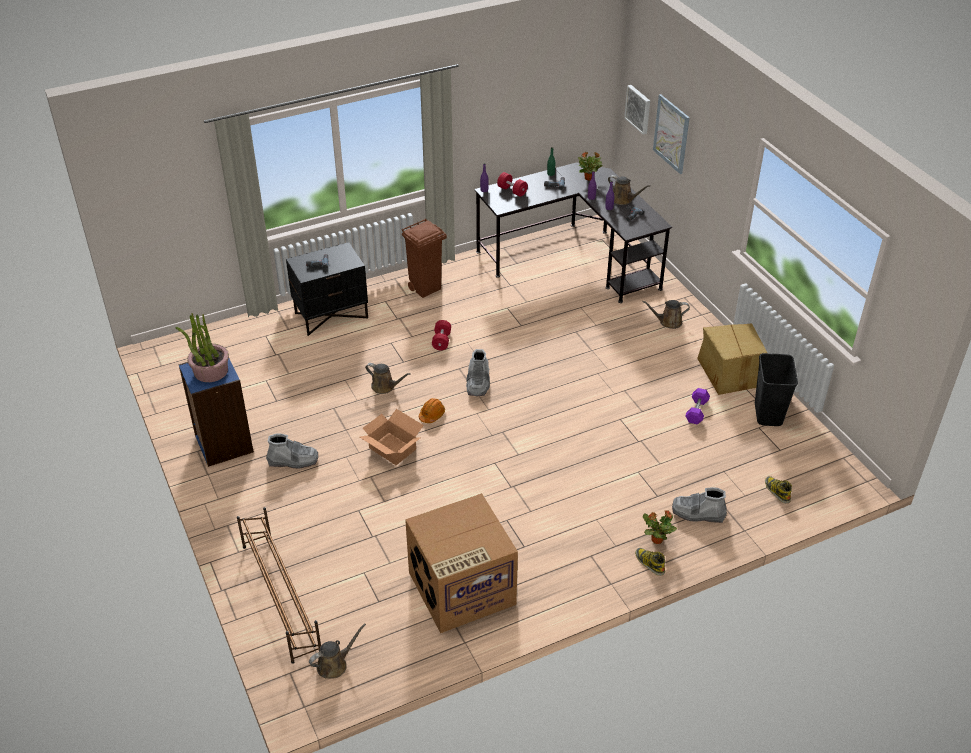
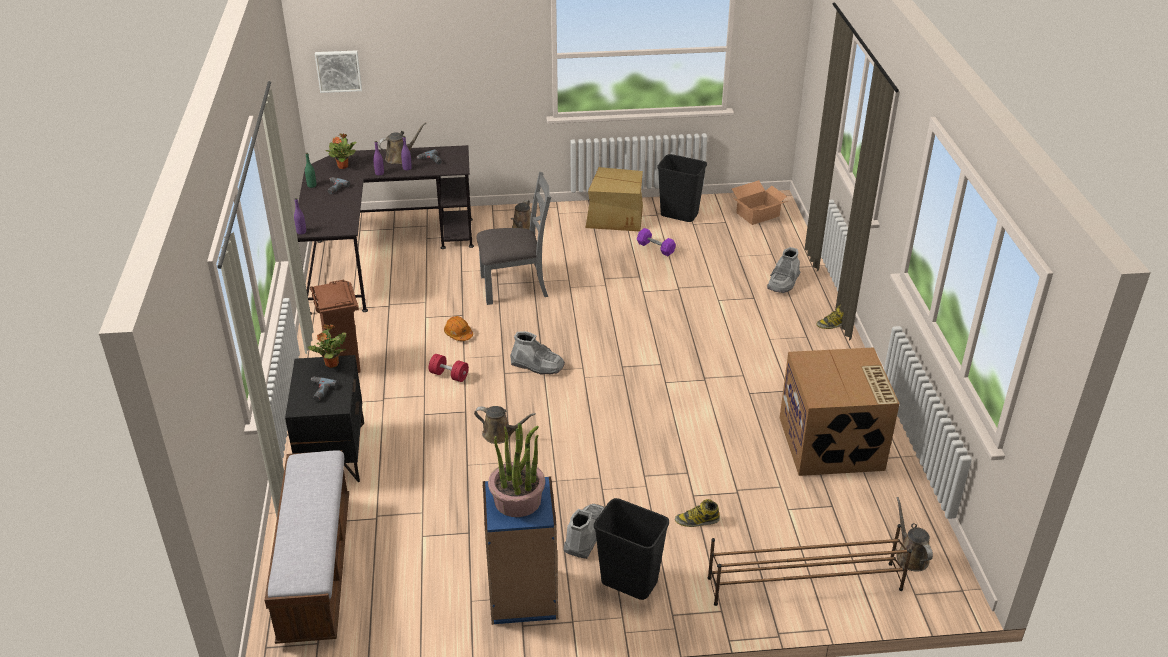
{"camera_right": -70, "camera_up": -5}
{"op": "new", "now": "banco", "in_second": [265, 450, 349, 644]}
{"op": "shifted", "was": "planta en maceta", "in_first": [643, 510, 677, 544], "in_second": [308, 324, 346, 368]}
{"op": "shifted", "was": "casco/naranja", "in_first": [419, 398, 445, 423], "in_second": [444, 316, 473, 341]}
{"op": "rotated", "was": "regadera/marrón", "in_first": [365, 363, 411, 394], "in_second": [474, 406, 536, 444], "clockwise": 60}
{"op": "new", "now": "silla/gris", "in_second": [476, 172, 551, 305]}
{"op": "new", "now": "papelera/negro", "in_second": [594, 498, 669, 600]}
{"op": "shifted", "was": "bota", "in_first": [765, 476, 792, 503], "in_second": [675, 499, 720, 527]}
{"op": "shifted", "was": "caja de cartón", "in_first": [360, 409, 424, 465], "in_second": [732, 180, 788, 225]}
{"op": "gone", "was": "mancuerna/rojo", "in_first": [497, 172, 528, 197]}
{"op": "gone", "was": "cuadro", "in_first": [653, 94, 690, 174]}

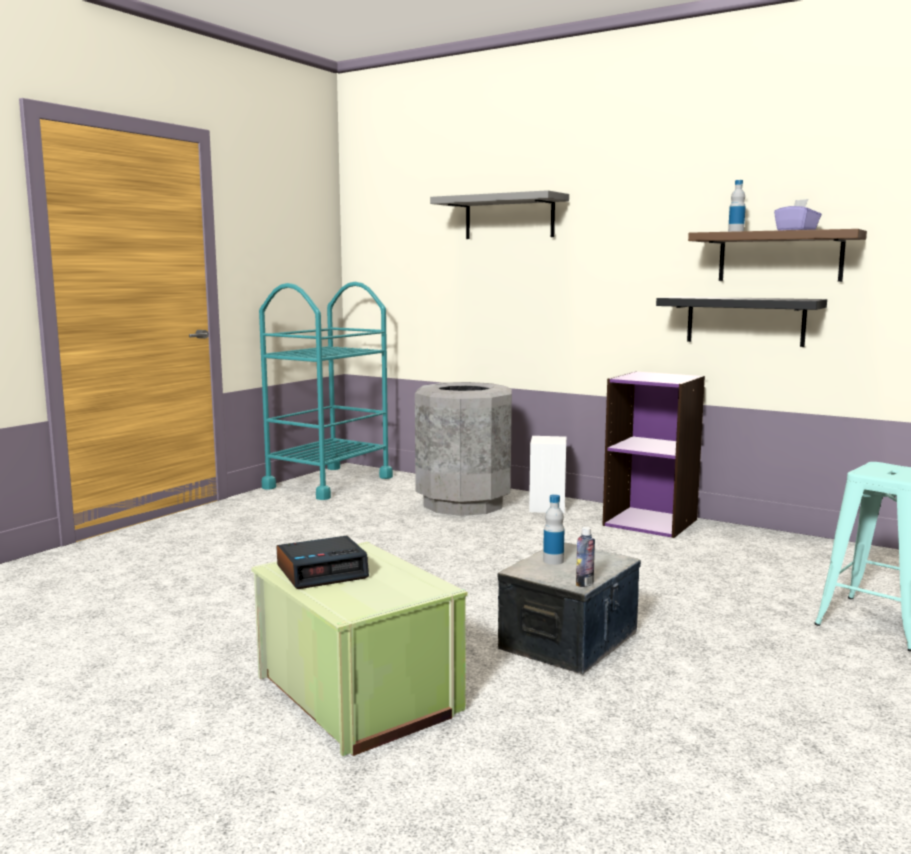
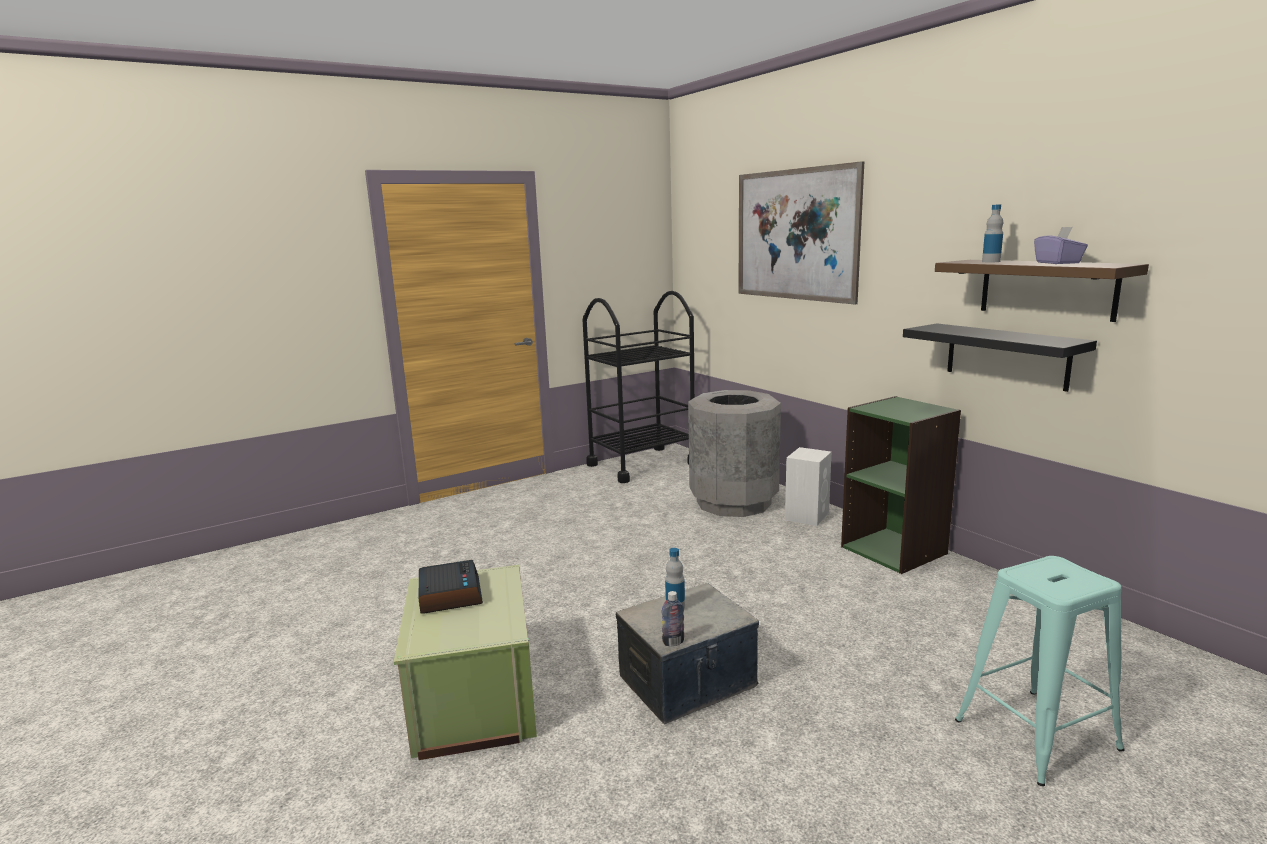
{"camera_right": 25, "camera_up": 5}
{"op": "rotated", "was": "despertador", "in_first": [277, 536, 369, 589], "in_second": [418, 560, 483, 614], "clockwise": -105}
{"op": "repainted", "was": "carrito/turquesa", "now": "carrito/negro", "in_first": [259, 282, 393, 500], "in_second": [582, 291, 695, 483]}
{"op": "swapped", "was": "estante/gris", "now": "cuadro", "in_first": [430, 190, 569, 239], "in_second": [738, 161, 864, 304]}
{"op": "repainted", "was": "estantería/morado", "now": "estantería/verde", "in_first": [602, 371, 705, 538], "in_second": [841, 396, 961, 574]}

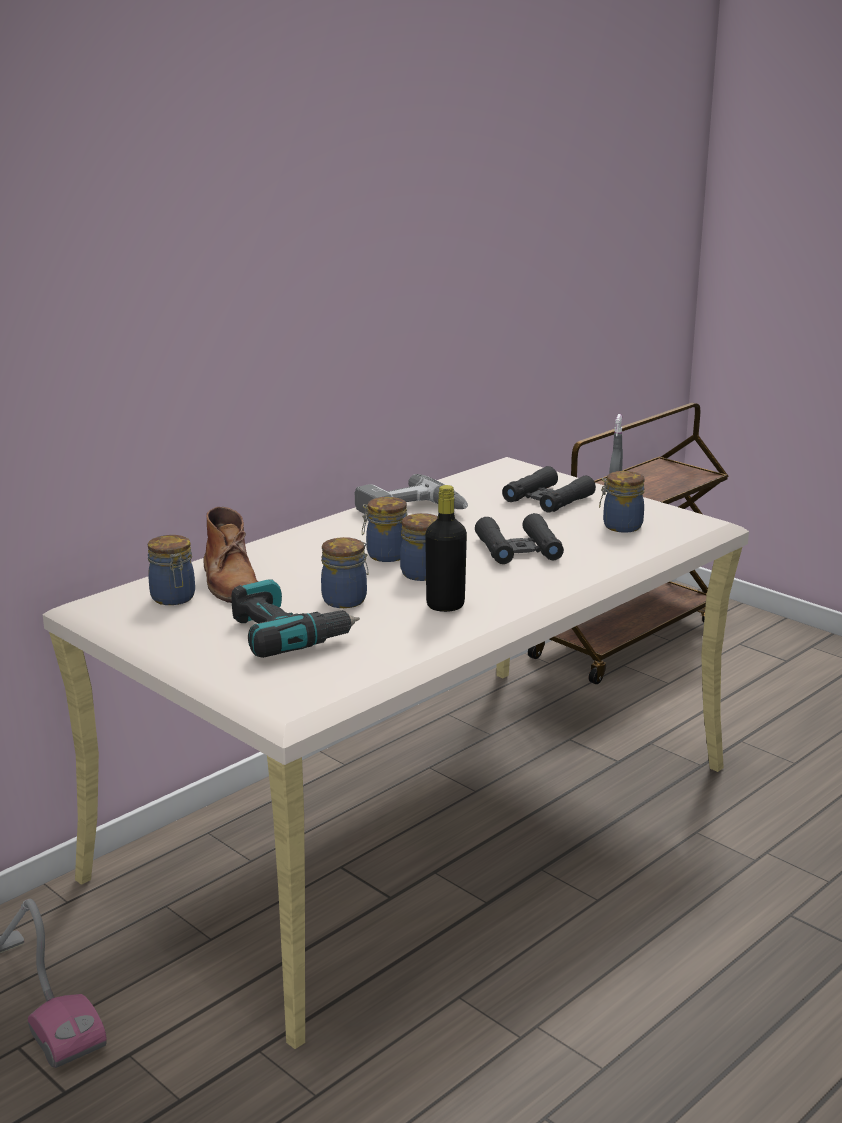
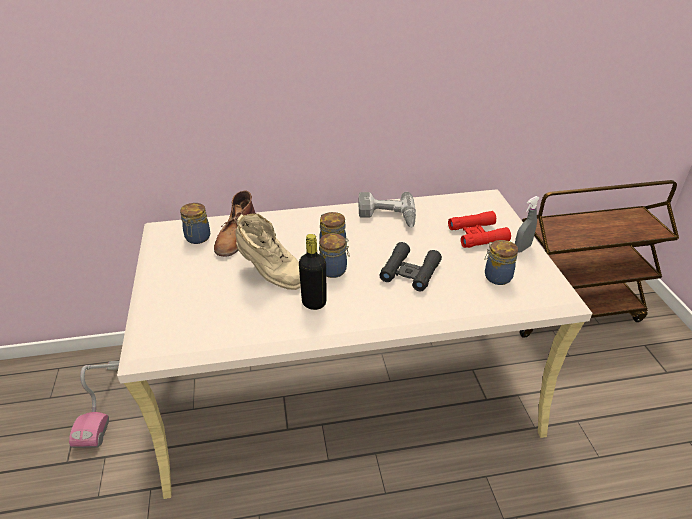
{"camera_right": 35, "camera_up": 15}
{"op": "swapped", "was": "tarro", "now": "bota/beis", "in_first": [321, 537, 368, 608], "in_second": [235, 213, 301, 290]}
{"op": "repainted", "was": "prismáticos/negro", "now": "prismáticos/rojo", "in_first": [502, 466, 596, 513], "in_second": [448, 211, 511, 248]}
{"op": "gone", "was": "taladro", "in_first": [232, 579, 360, 658]}

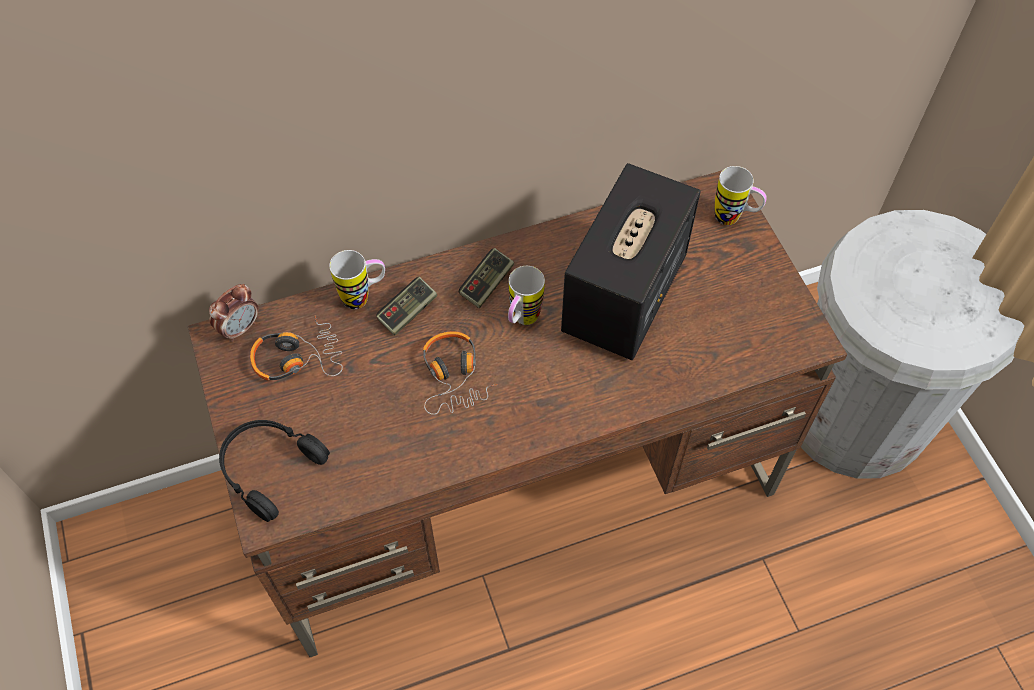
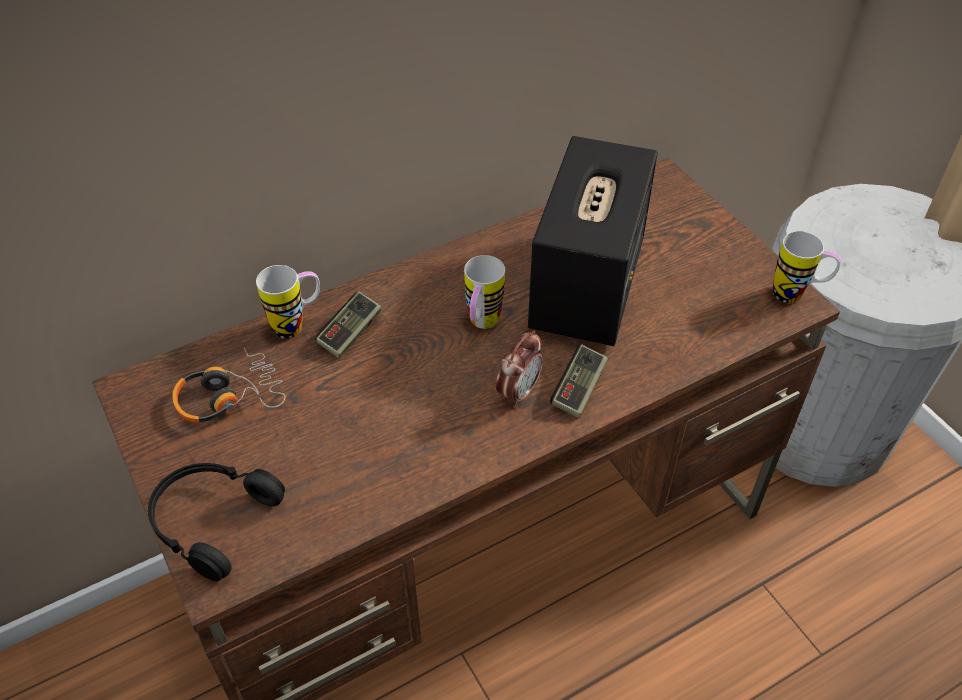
{"camera_right": -10, "camera_up": -10}
{"op": "shifted", "was": "despertador", "in_first": [209, 284, 258, 342], "in_second": [496, 331, 543, 407]}
{"op": "shifted", "was": "mando de consola", "in_first": [459, 248, 514, 308], "in_second": [550, 344, 608, 418]}
{"op": "shifted", "was": "taza grande", "in_first": [715, 166, 767, 225], "in_second": [773, 231, 841, 303]}
{"op": "gone", "was": "auriculares", "in_first": [423, 331, 498, 415]}

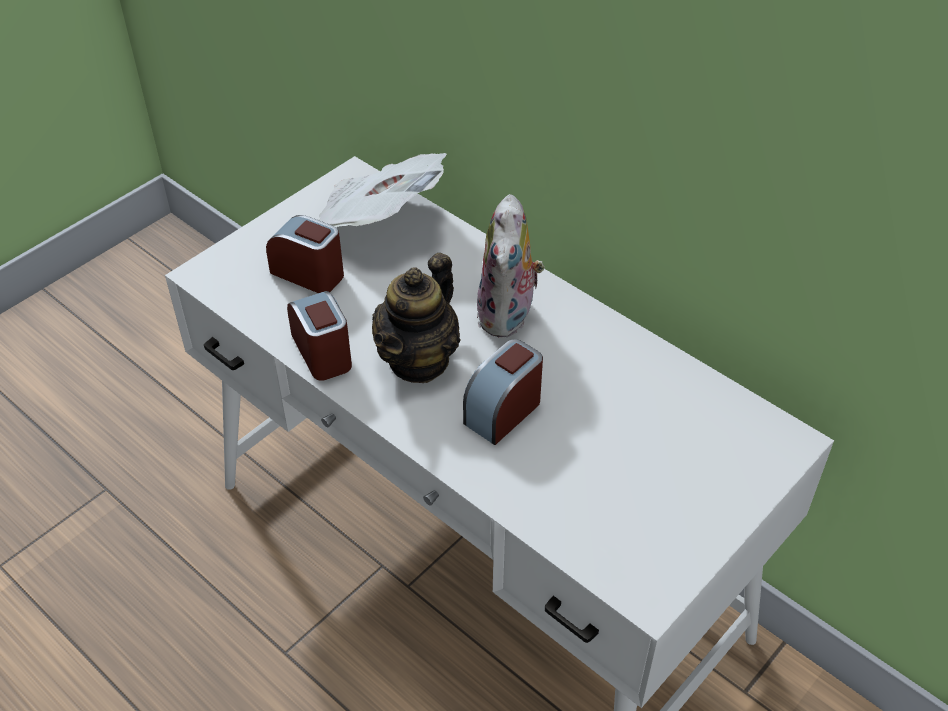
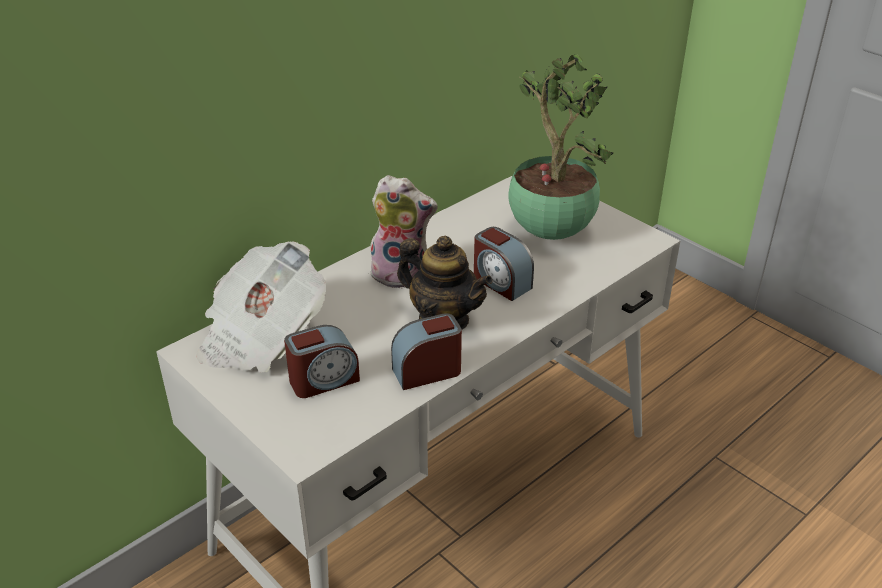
{"camera_right": -85, "camera_up": -10}
{"op": "rotated", "was": "despertador", "in_first": [266, 215, 344, 293], "in_second": [284, 325, 360, 398], "clockwise": -150}
{"op": "new", "now": "planta en maceta", "in_second": [508, 54, 613, 240]}

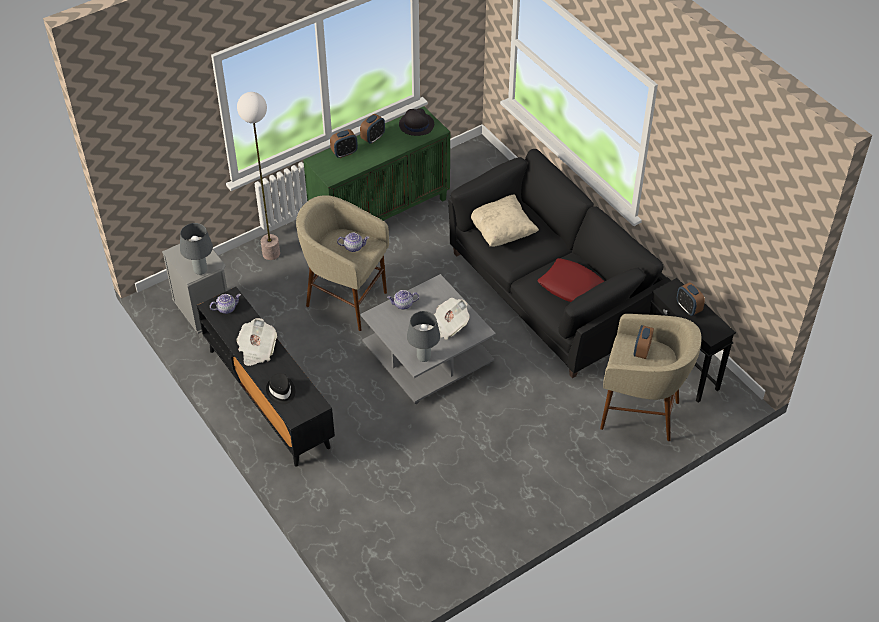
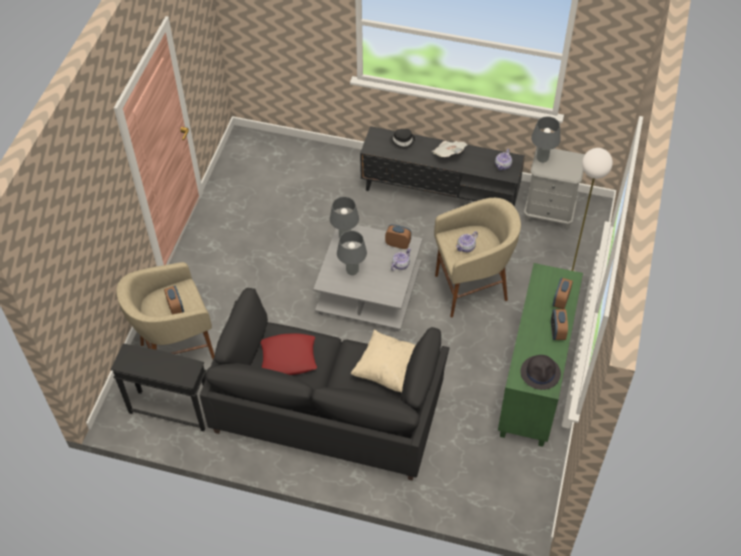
{"camera_right": 140, "camera_up": 5}
{"op": "swapped", "was": "periódico", "now": "lámpara de mesa/gris", "in_first": [428, 298, 470, 340], "in_second": [337, 231, 367, 275]}
{"op": "shifted", "was": "despertador", "in_first": [677, 282, 705, 316], "in_second": [385, 224, 411, 249]}

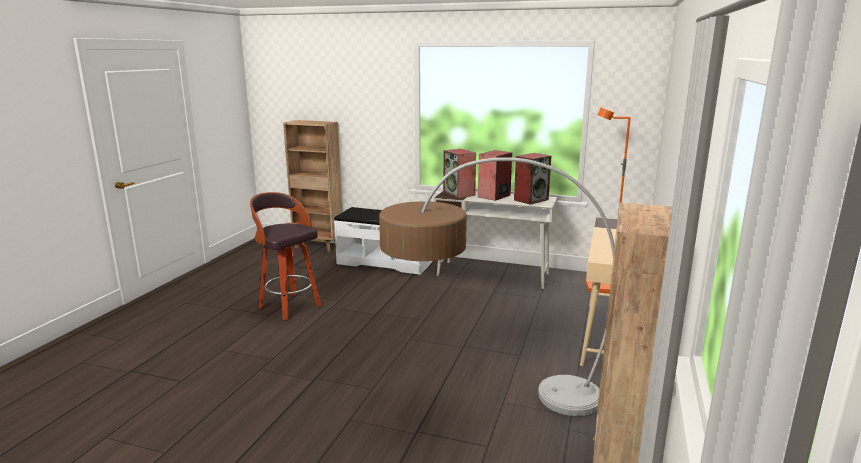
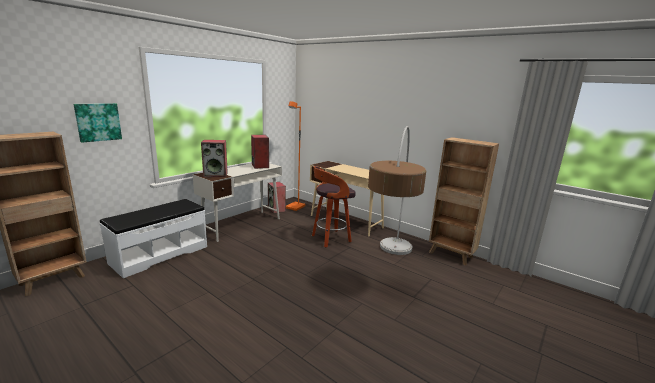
{"camera_right": -70, "camera_up": 0}
{"op": "new", "now": "cuadro", "in_second": [73, 103, 122, 143]}
{"op": "shifted", "was": "altavoz", "in_first": [478, 150, 512, 201], "in_second": [268, 182, 286, 213]}
{"op": "shifted", "was": "taburete", "in_first": [250, 192, 321, 321], "in_second": [312, 166, 356, 247]}

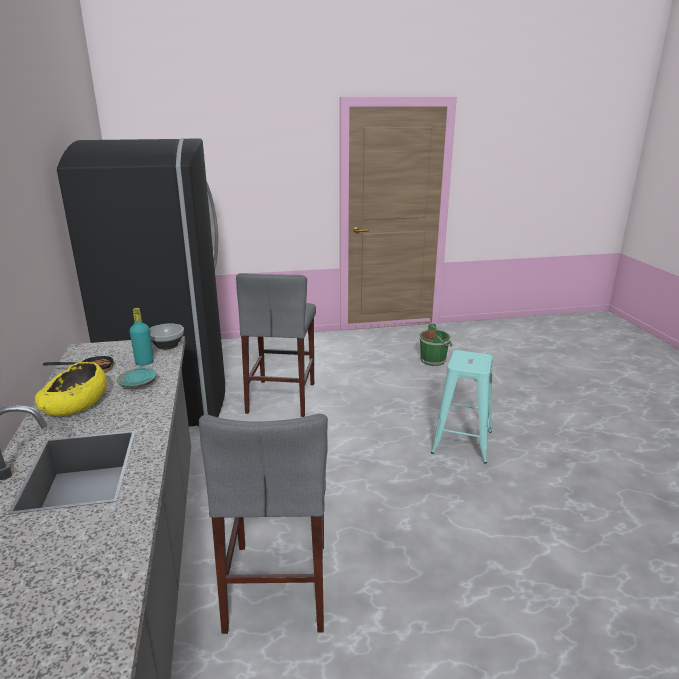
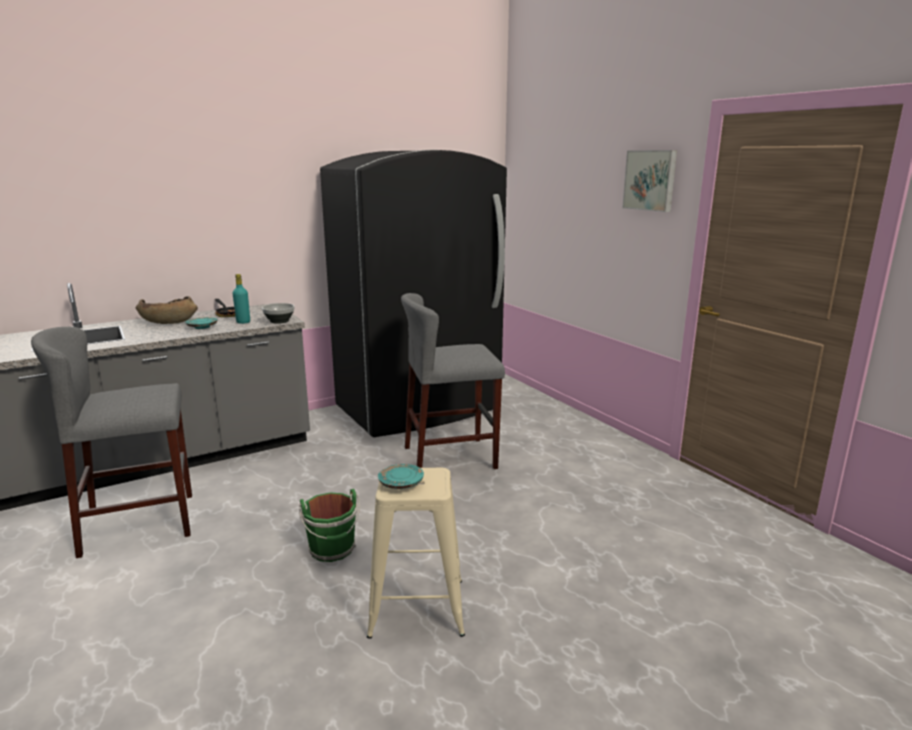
{"camera_right": 70, "camera_up": -5}
{"op": "repainted", "was": "cuenco/amarillo", "now": "cuenco/marrón", "in_first": [35, 362, 107, 416], "in_second": [136, 296, 198, 324]}
{"op": "shifted", "was": "cubo/verde", "in_first": [419, 323, 452, 366], "in_second": [299, 489, 360, 562]}
{"op": "repainted", "was": "taburete/turquesa", "now": "taburete/beis", "in_first": [431, 350, 493, 464], "in_second": [367, 467, 465, 639]}
{"op": "new", "now": "plato/turquesa", "in_second": [378, 464, 424, 489]}
{"op": "new", "now": "cuadro", "in_second": [622, 150, 677, 212]}

